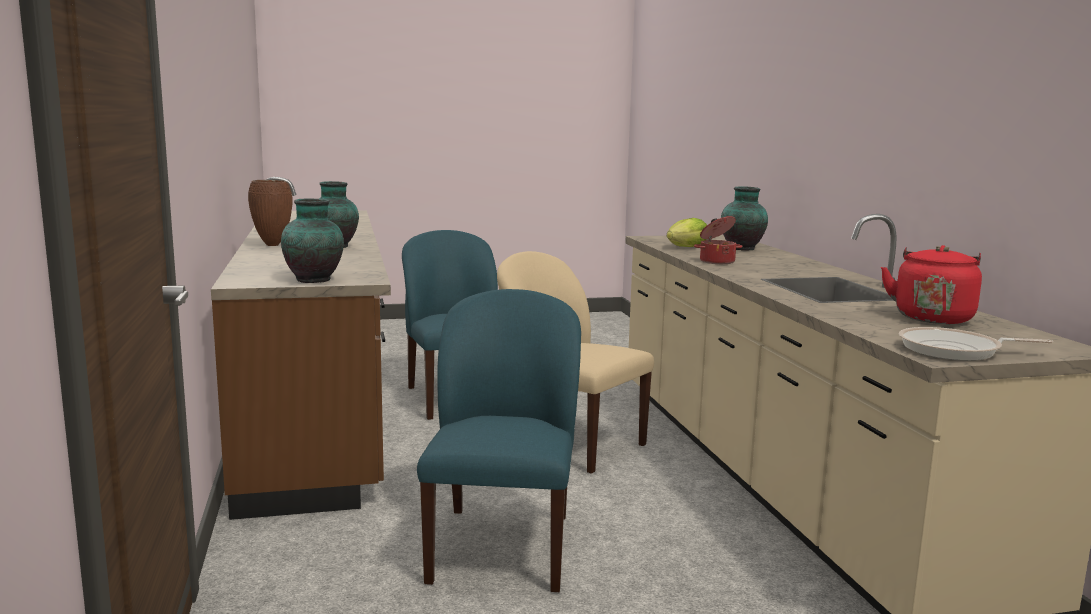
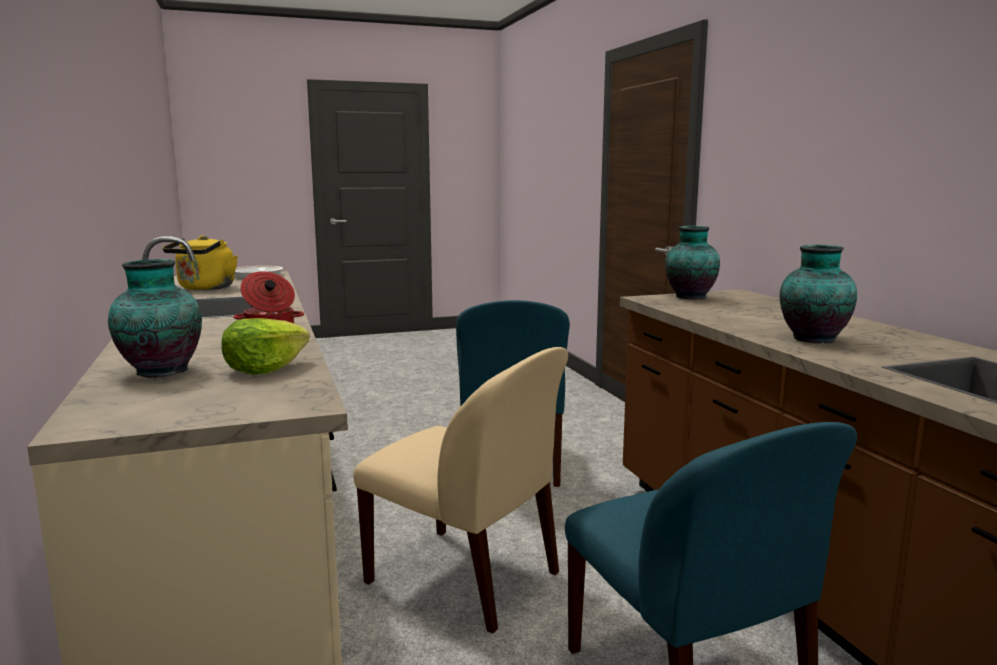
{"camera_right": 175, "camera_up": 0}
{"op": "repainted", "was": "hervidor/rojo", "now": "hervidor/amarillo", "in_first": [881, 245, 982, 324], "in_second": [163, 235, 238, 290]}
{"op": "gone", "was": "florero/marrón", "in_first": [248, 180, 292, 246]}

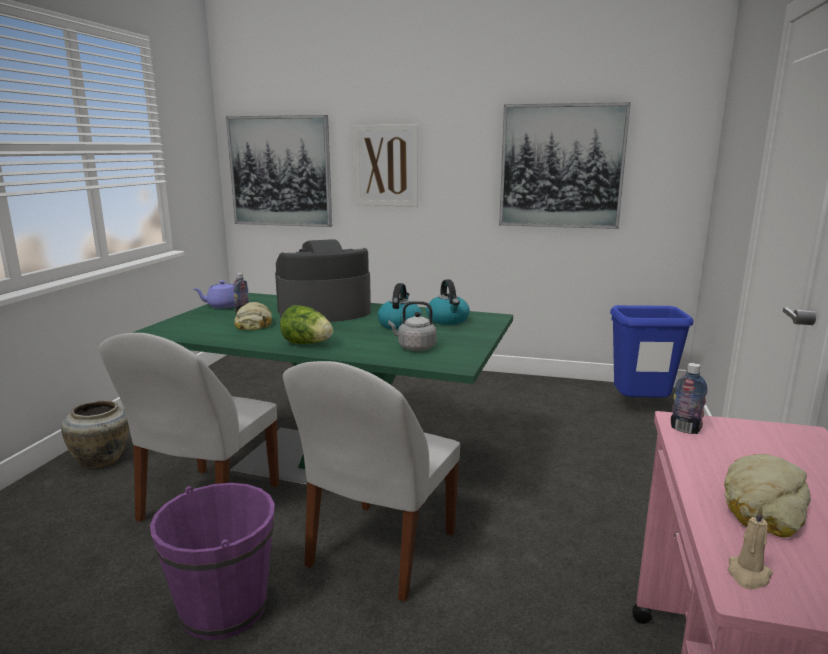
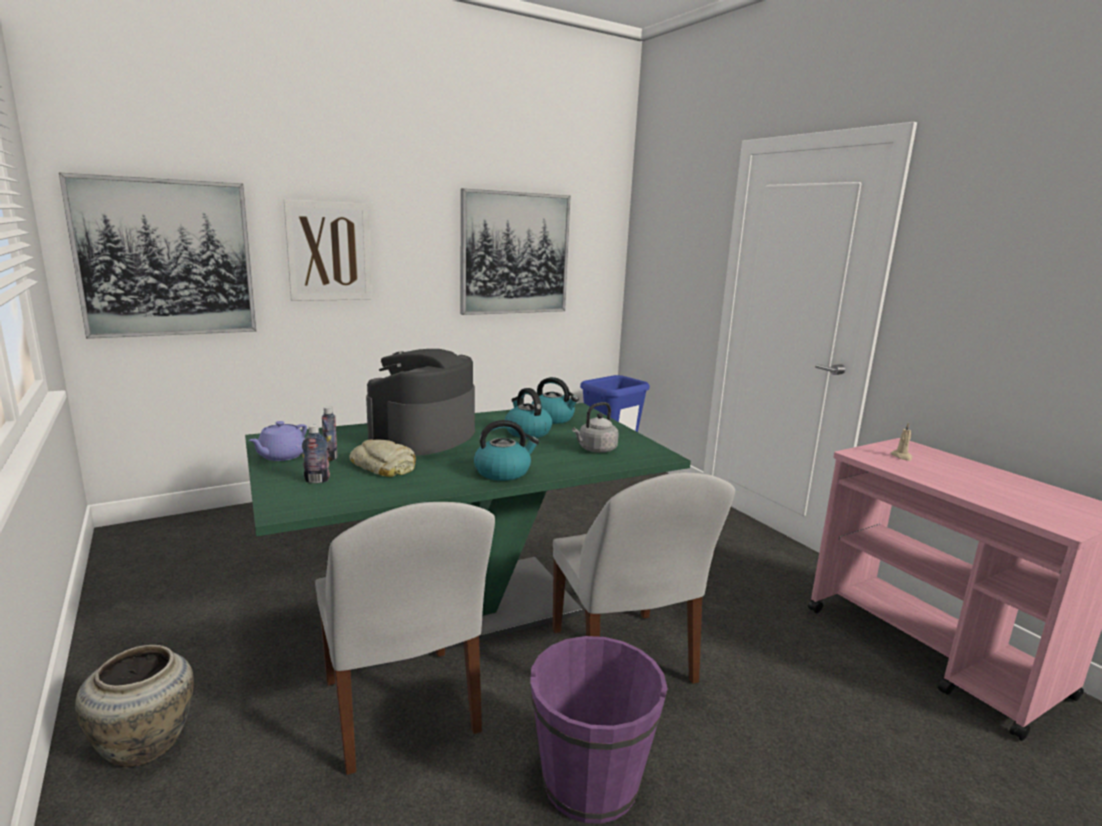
{"camera_right": -45, "camera_up": 0}
{"op": "shifted", "was": "botella", "in_first": [671, 363, 707, 434], "in_second": [302, 425, 330, 483]}
{"op": "swapped", "was": "lechuga", "now": "hervidor", "in_first": [280, 305, 333, 344], "in_second": [474, 420, 539, 481]}
{"op": "shifted", "was": "vela/beis", "in_first": [728, 506, 773, 590], "in_second": [891, 422, 912, 461]}
{"op": "gone", "was": "pan", "in_first": [724, 454, 811, 537]}

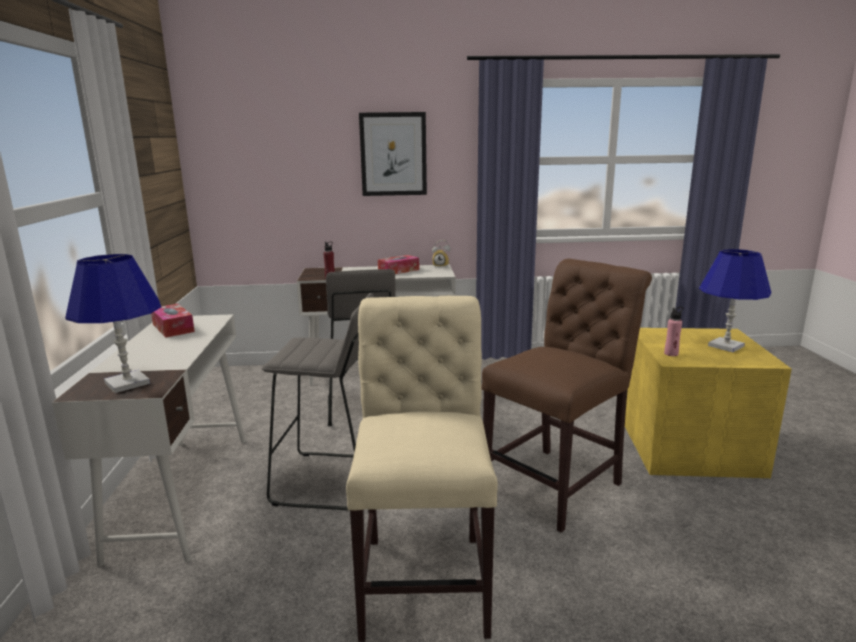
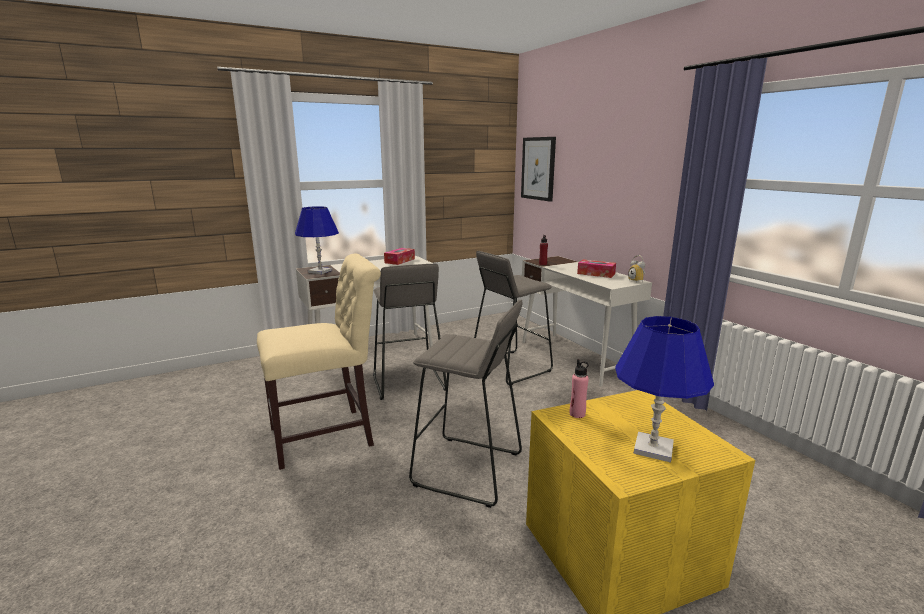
{"camera_right": 65, "camera_up": 0}
{"op": "swapped", "was": "silla/marrón", "now": "taburete/gris", "in_first": [482, 259, 652, 533], "in_second": [409, 300, 523, 508]}
{"op": "shifted", "was": "cuadro", "in_first": [359, 112, 427, 196], "in_second": [521, 137, 556, 202]}

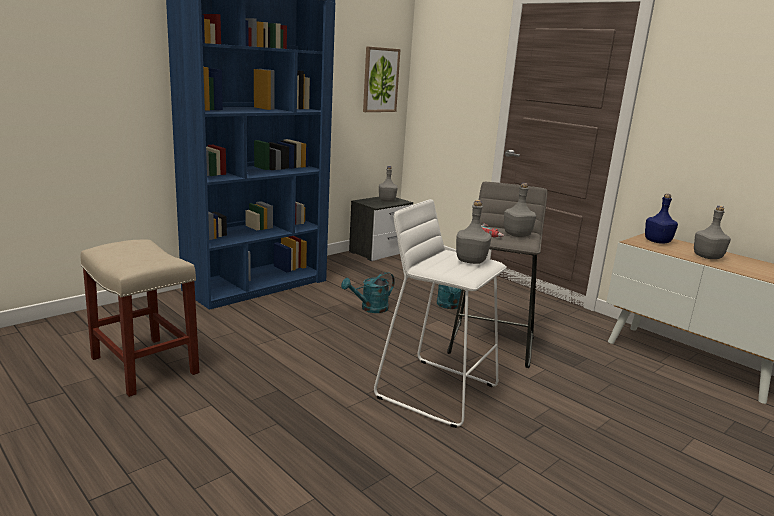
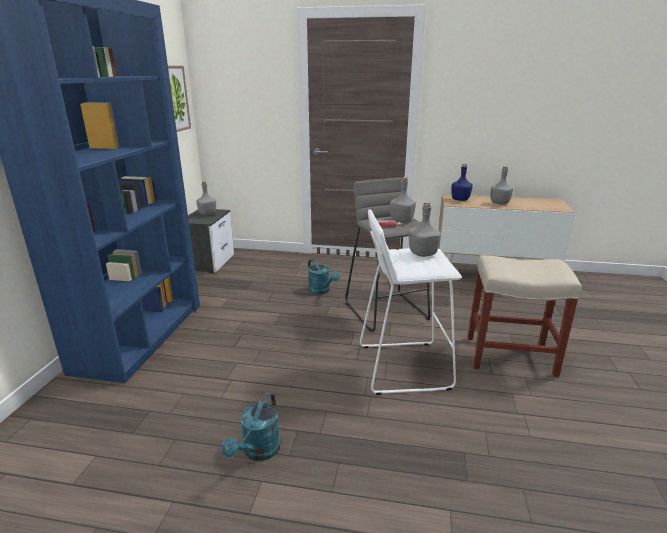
{"camera_right": -35, "camera_up": 5}
{"op": "shifted", "was": "regadera/turquesa", "in_first": [341, 272, 395, 313], "in_second": [222, 393, 281, 461]}
{"op": "shifted", "was": "taburete/beis", "in_first": [81, 240, 199, 397], "in_second": [467, 255, 582, 377]}

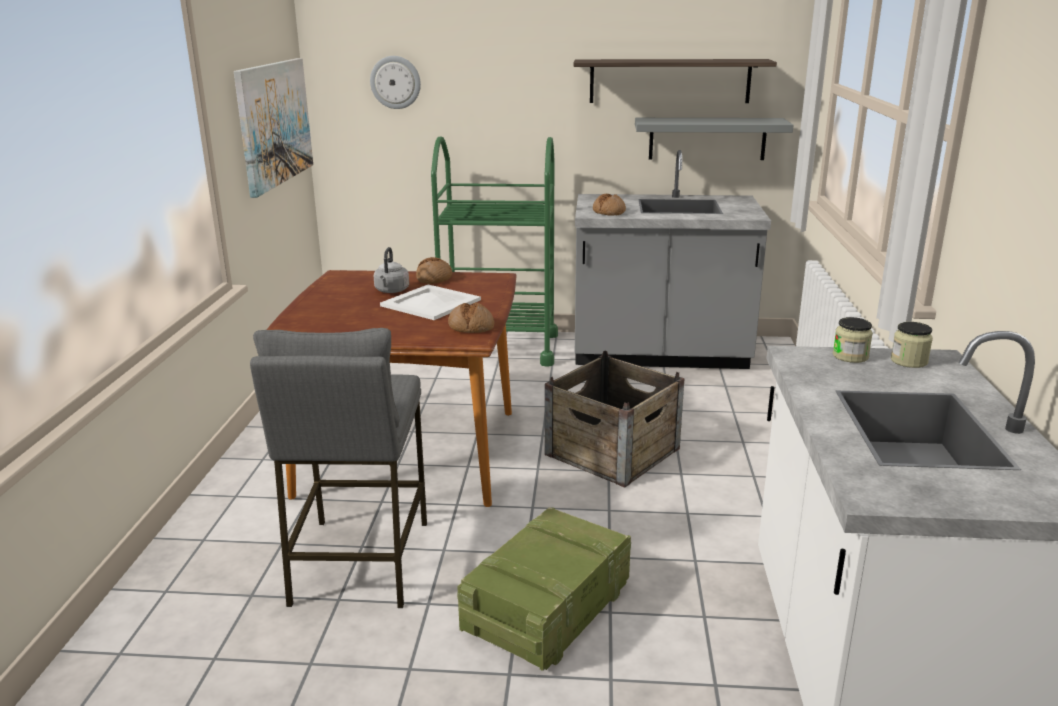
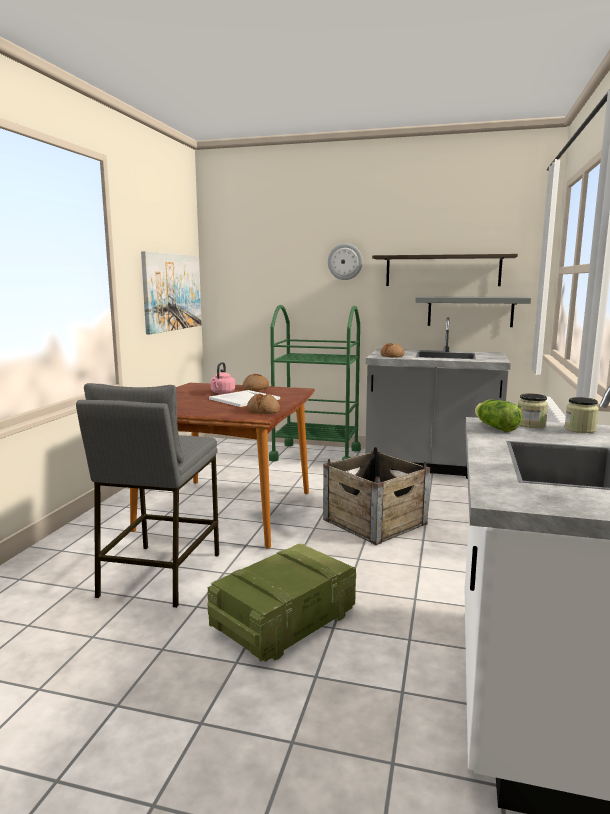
{"camera_right": 10, "camera_up": -10}
{"op": "repainted", "was": "hervidor/gris", "now": "hervidor/rosa", "in_first": [374, 247, 409, 293], "in_second": [211, 362, 235, 394]}
{"op": "shifted", "was": "reloj de pared", "in_first": [370, 56, 421, 109], "in_second": [328, 243, 363, 280]}
{"op": "new", "now": "lechuga", "in_second": [475, 400, 522, 432]}

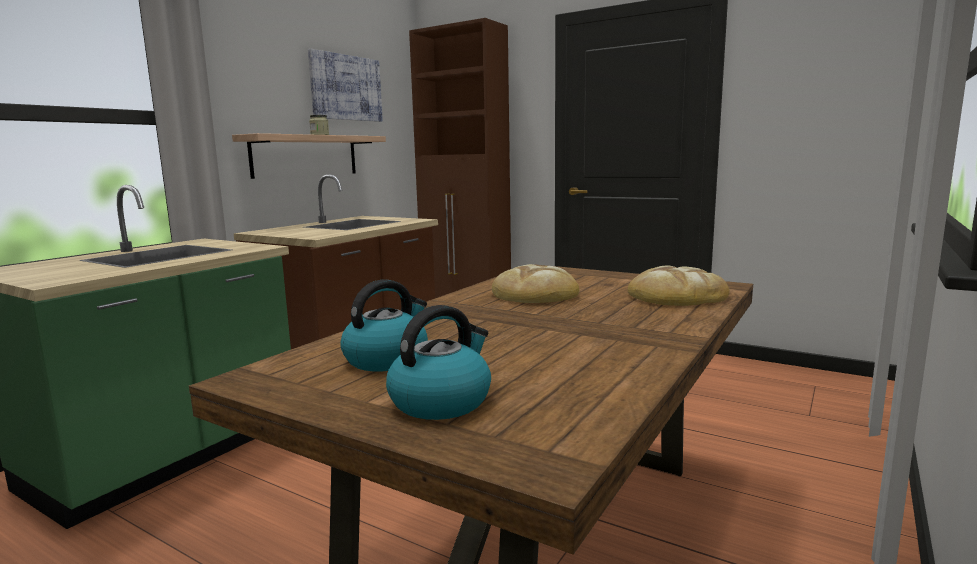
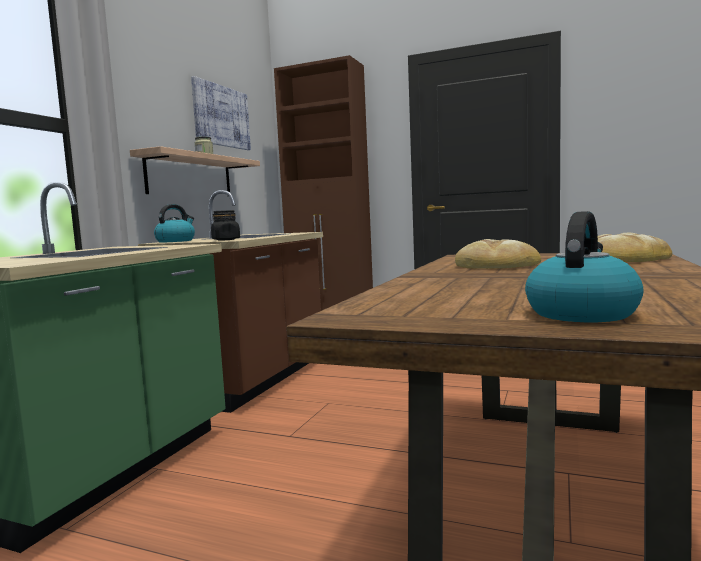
{"camera_right": -10, "camera_up": -5}
{"op": "shifted", "was": "hervidor", "in_first": [340, 279, 428, 372], "in_second": [154, 204, 195, 243]}
{"op": "new", "now": "tarro/negro", "in_second": [211, 210, 240, 241]}

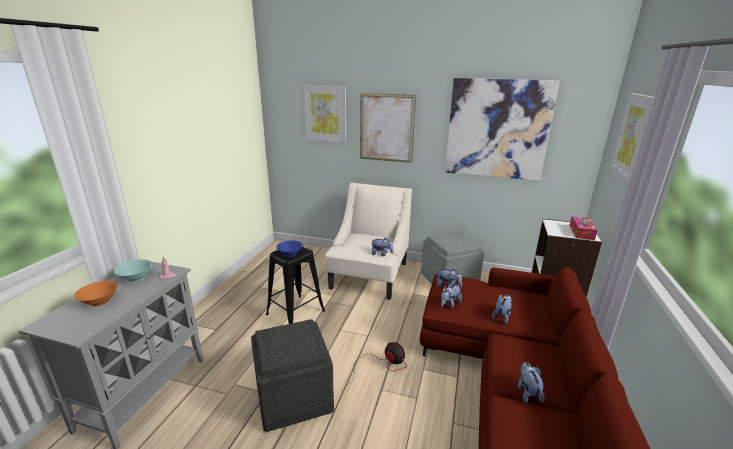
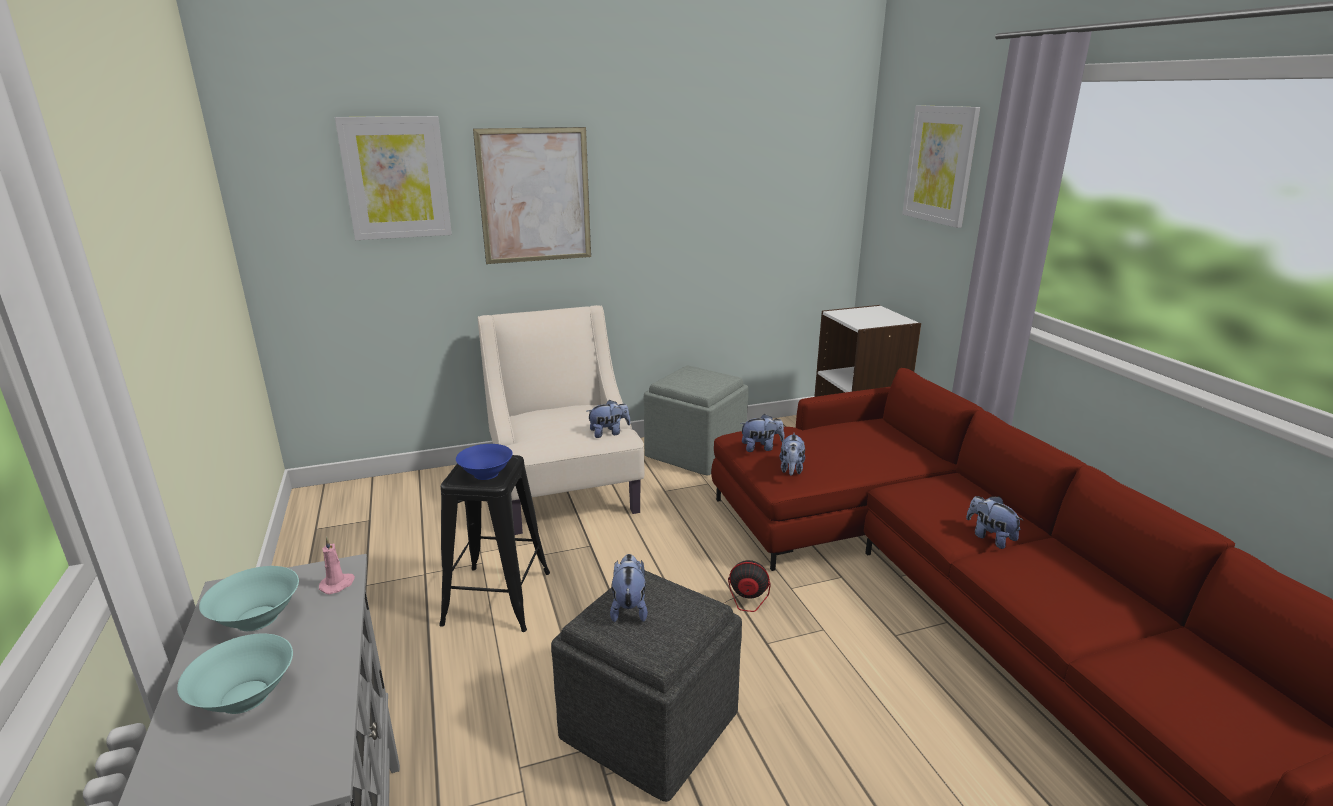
{"camera_right": -35, "camera_up": 0}
{"op": "repainted", "was": "cuenco/naranja", "now": "cuenco/turquesa", "in_first": [74, 280, 118, 306], "in_second": [177, 634, 293, 714]}
{"op": "shifted", "was": "peluche", "in_first": [492, 294, 513, 324], "in_second": [610, 554, 648, 622]}
{"op": "gone", "was": "cuadro", "in_first": [445, 78, 560, 181]}
{"op": "gone", "was": "caja de pañuelos", "in_first": [569, 216, 598, 240]}

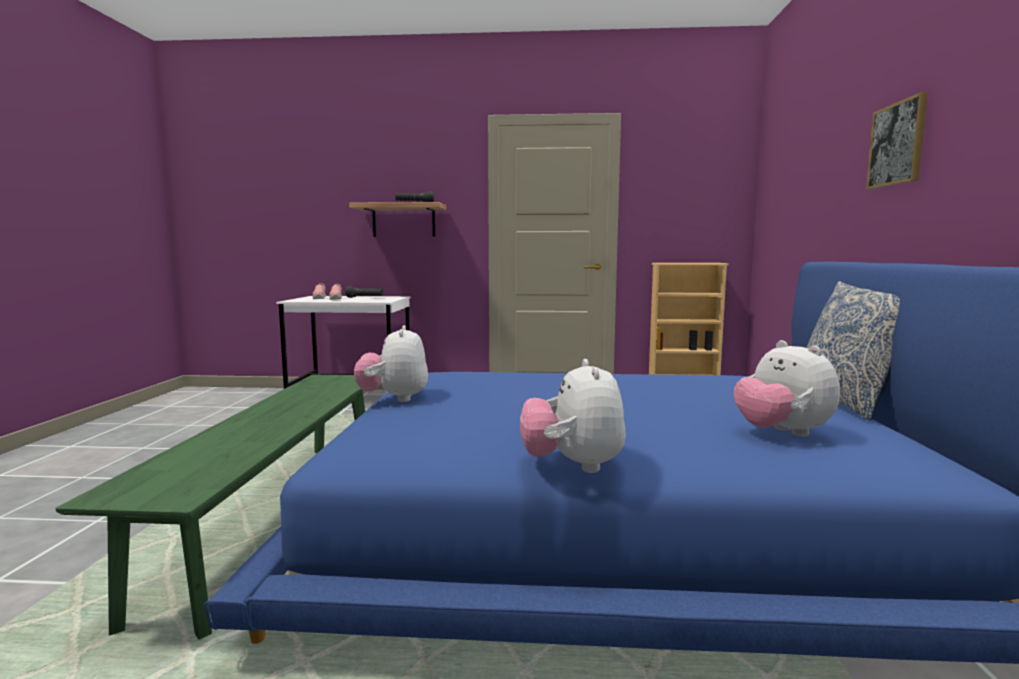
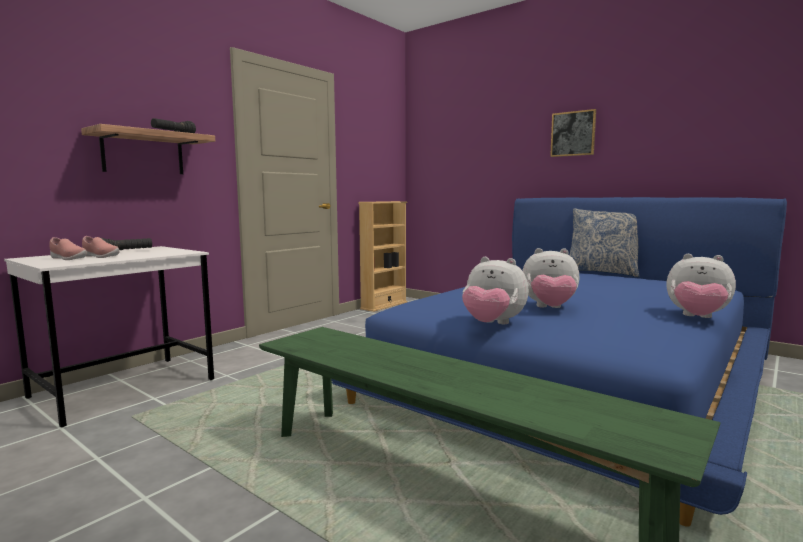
{"camera_right": -55, "camera_up": 0}
{"op": "shifted", "was": "peluche", "in_first": [734, 340, 840, 437], "in_second": [522, 248, 579, 308]}

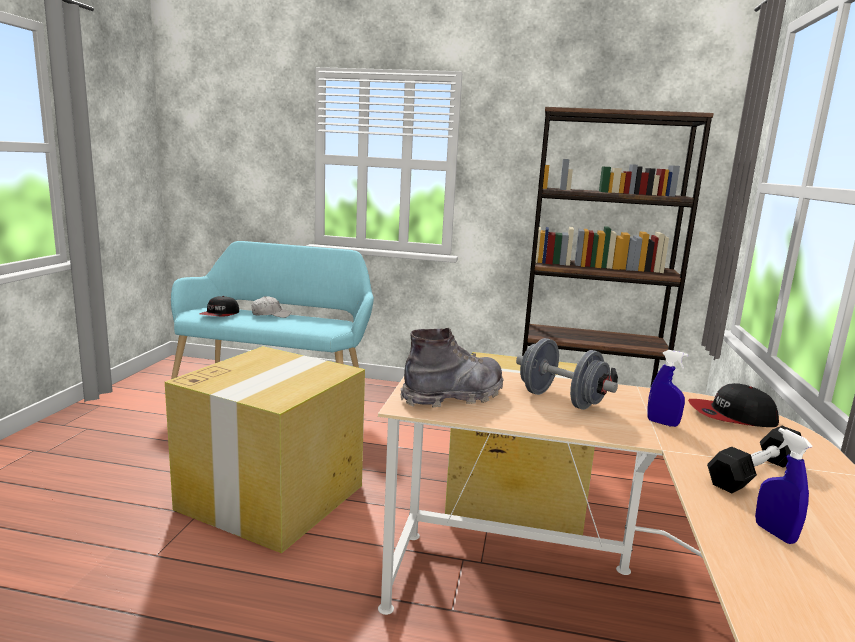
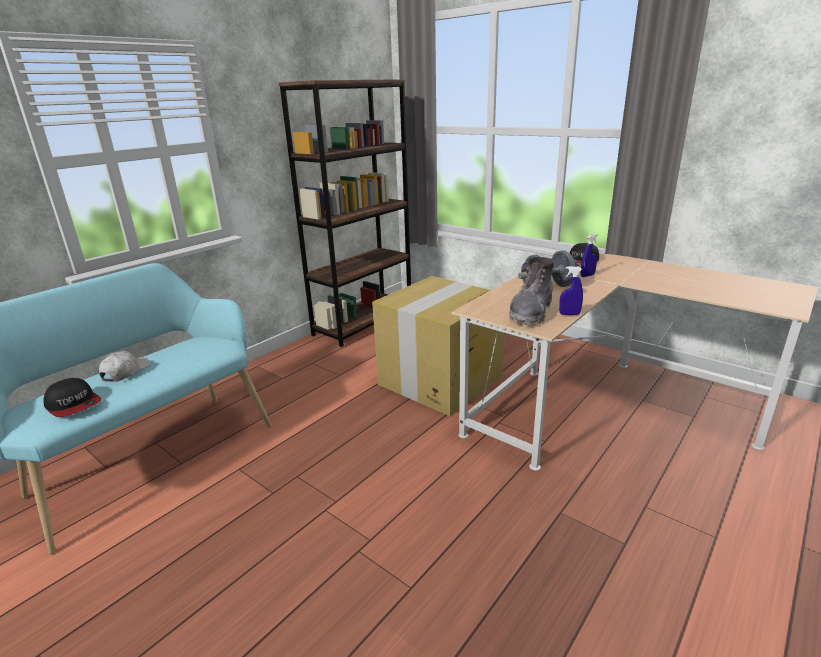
{"camera_right": -60, "camera_up": 10}
{"op": "rotated", "was": "bota/gris", "in_first": [400, 328, 504, 408], "in_second": [509, 257, 554, 325], "clockwise": -150}
{"op": "shifted", "was": "pulverizador/azul", "in_first": [755, 428, 813, 544], "in_second": [559, 266, 583, 315]}
{"op": "gone", "was": "caja de cartón", "in_first": [165, 346, 365, 553]}
{"op": "gone", "was": "mancuerna/negro", "in_first": [707, 426, 806, 493]}

